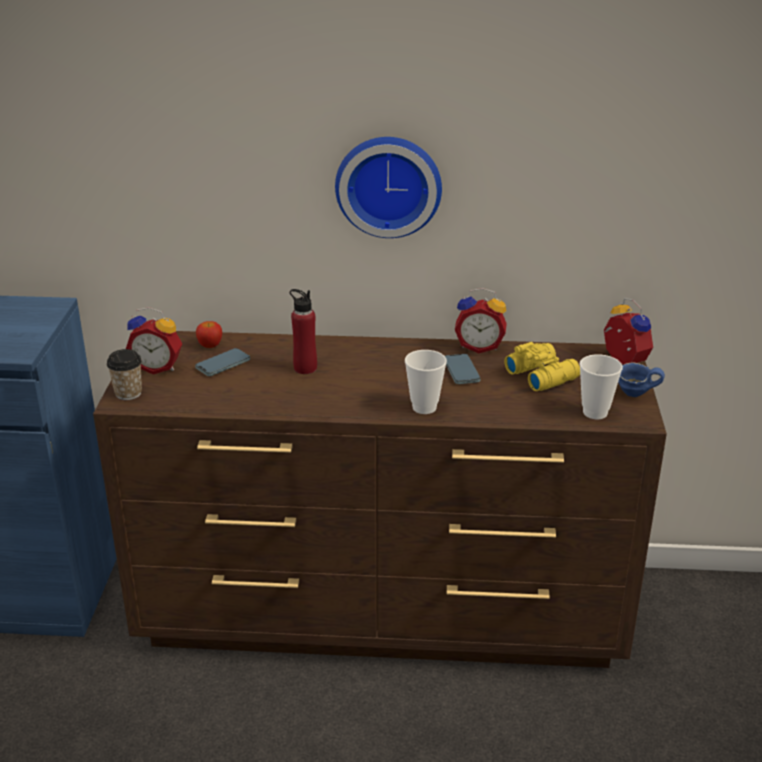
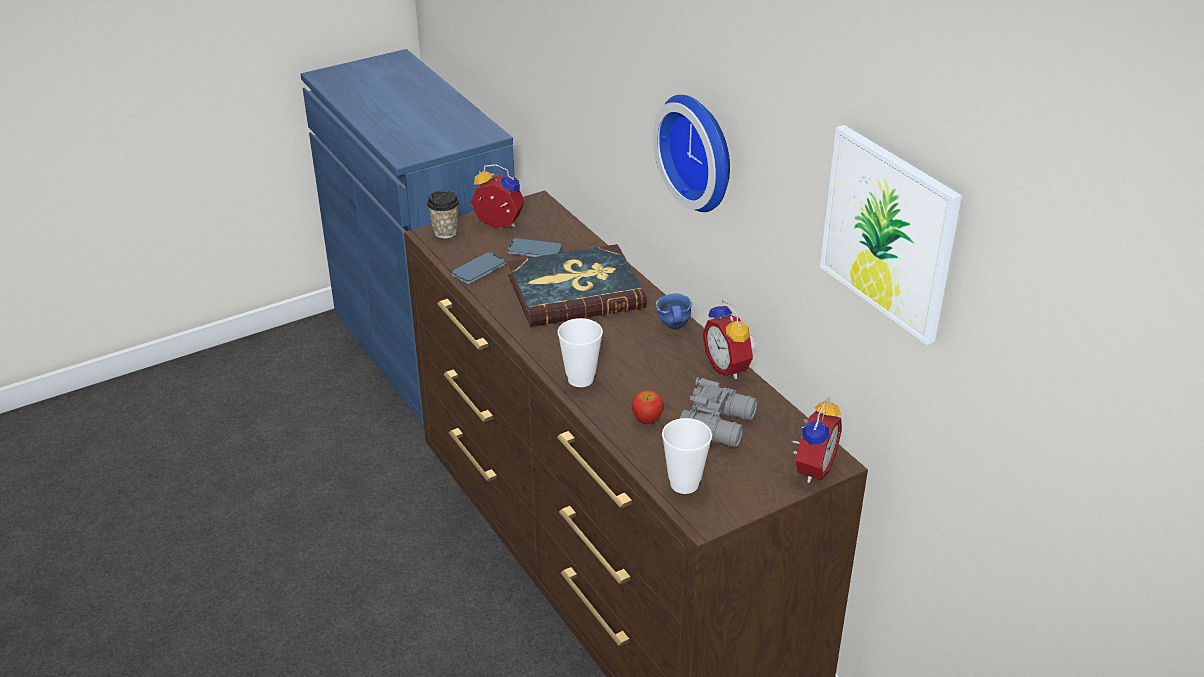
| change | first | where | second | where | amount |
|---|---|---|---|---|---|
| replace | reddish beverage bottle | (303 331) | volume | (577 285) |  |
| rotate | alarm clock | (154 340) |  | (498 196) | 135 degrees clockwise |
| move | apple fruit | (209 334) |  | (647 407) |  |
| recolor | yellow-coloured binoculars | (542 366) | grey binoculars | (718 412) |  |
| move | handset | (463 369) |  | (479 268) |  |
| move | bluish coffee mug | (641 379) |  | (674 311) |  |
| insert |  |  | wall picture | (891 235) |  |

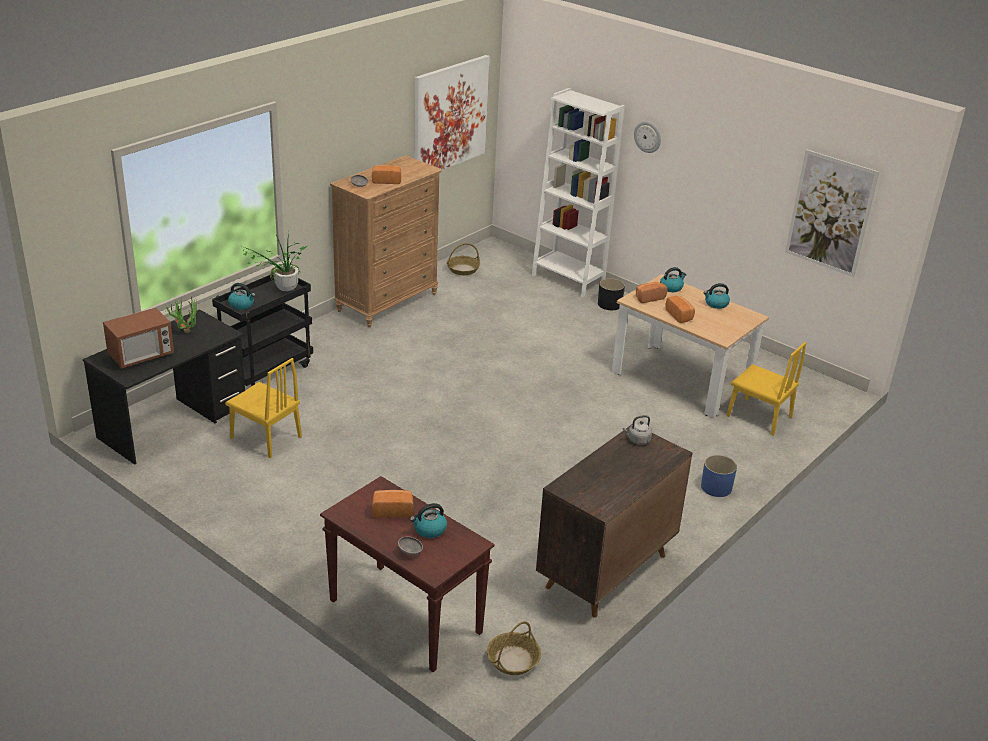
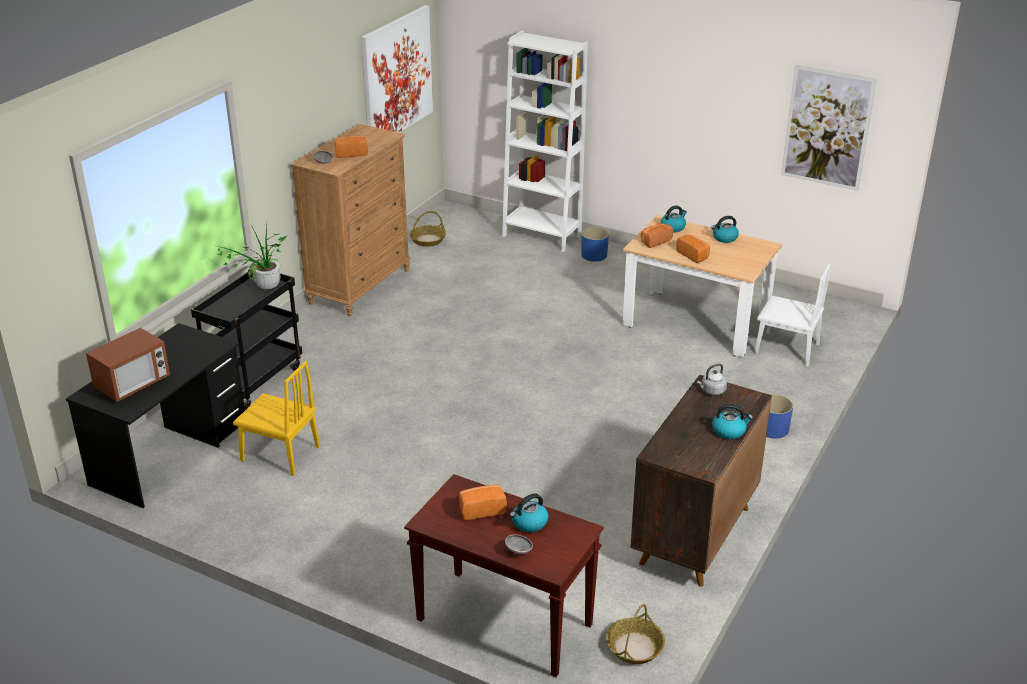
| change | first | where | second | where | amount |
|---|---|---|---|---|---|
| delete | wall clock | (647 137) |  |  |  |
| recolor | black flower pot | (611 294) | bluish flower pot | (595 244) |  |
| move | kettle | (242 296) |  | (732 421) |  |
| delete | plant in a pot | (181 315) |  |  |  |
| recolor | yellow-coloured plain chair | (766 389) | white-coloured plain chair | (792 315) |  |

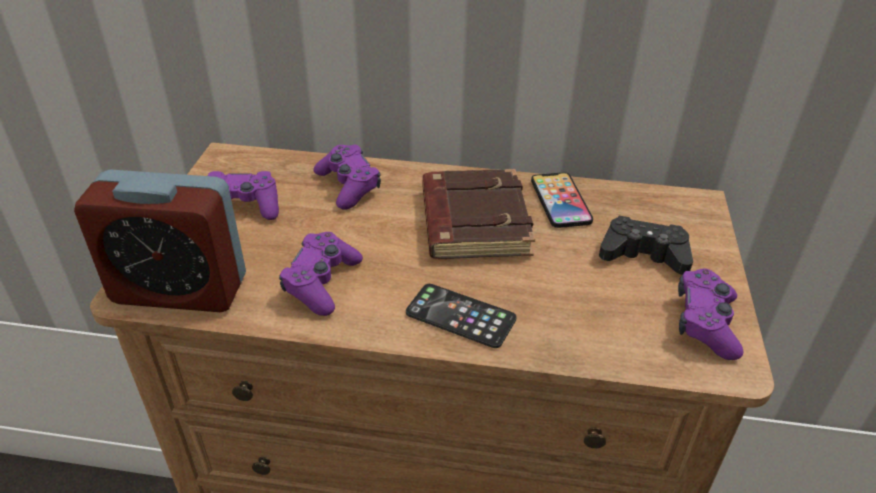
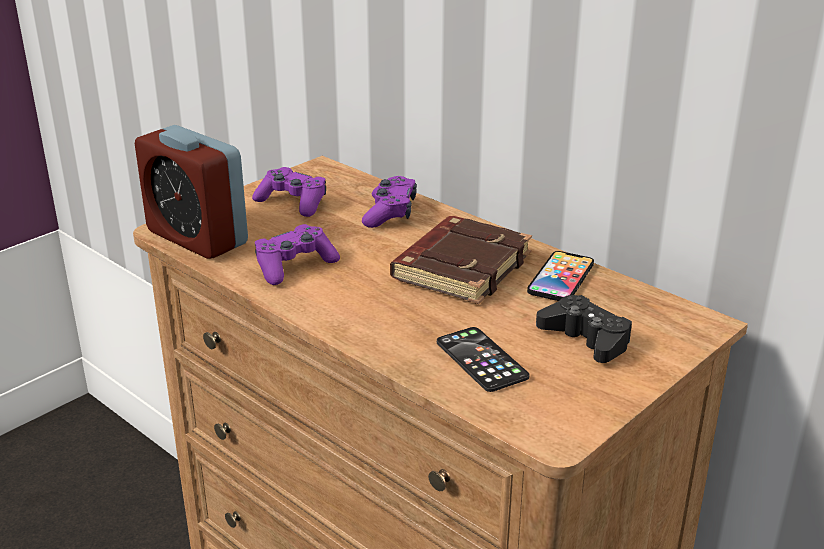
| change | first | where | second | where | amount |
|---|---|---|---|---|---|
| delete | purple joypad | (710 314) |  |  |  |
| move | handset | (461 316) |  | (483 359) |  |

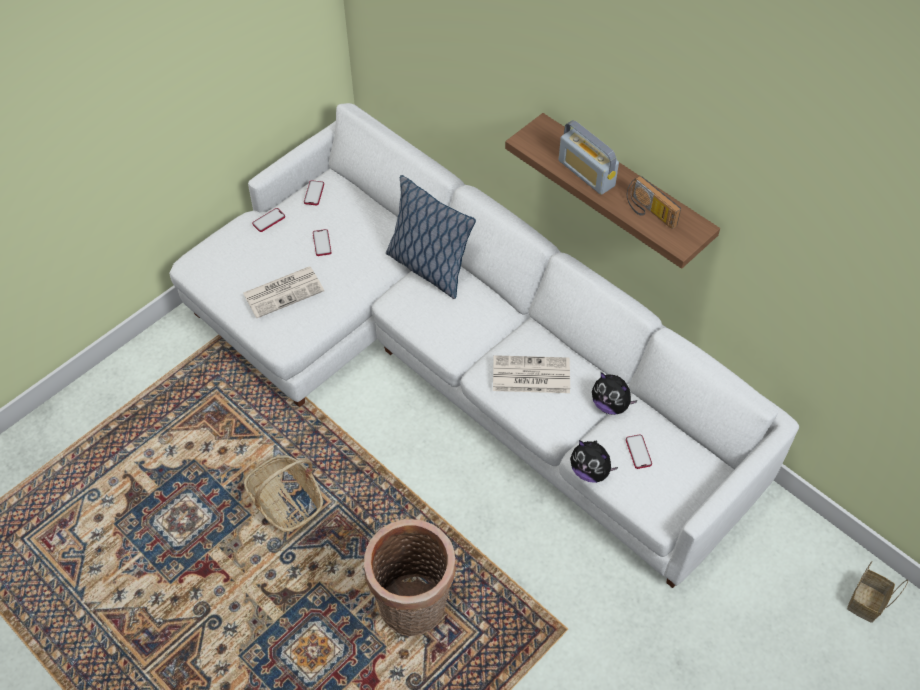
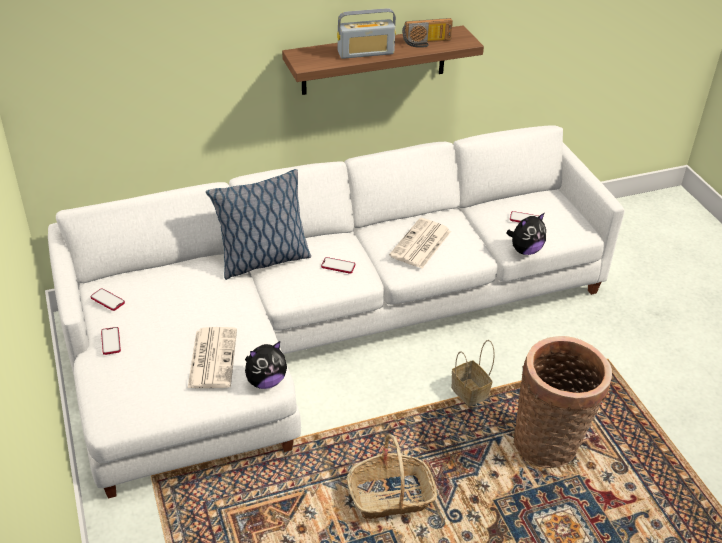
| change | first | where | second | where | amount |
|---|---|---|---|---|---|
| move | handset | (322 242) |  | (338 265) |  |
| move | soft toy | (615 393) |  | (266 365) |  |
| move | household basket | (877 592) |  | (473 373) |  |

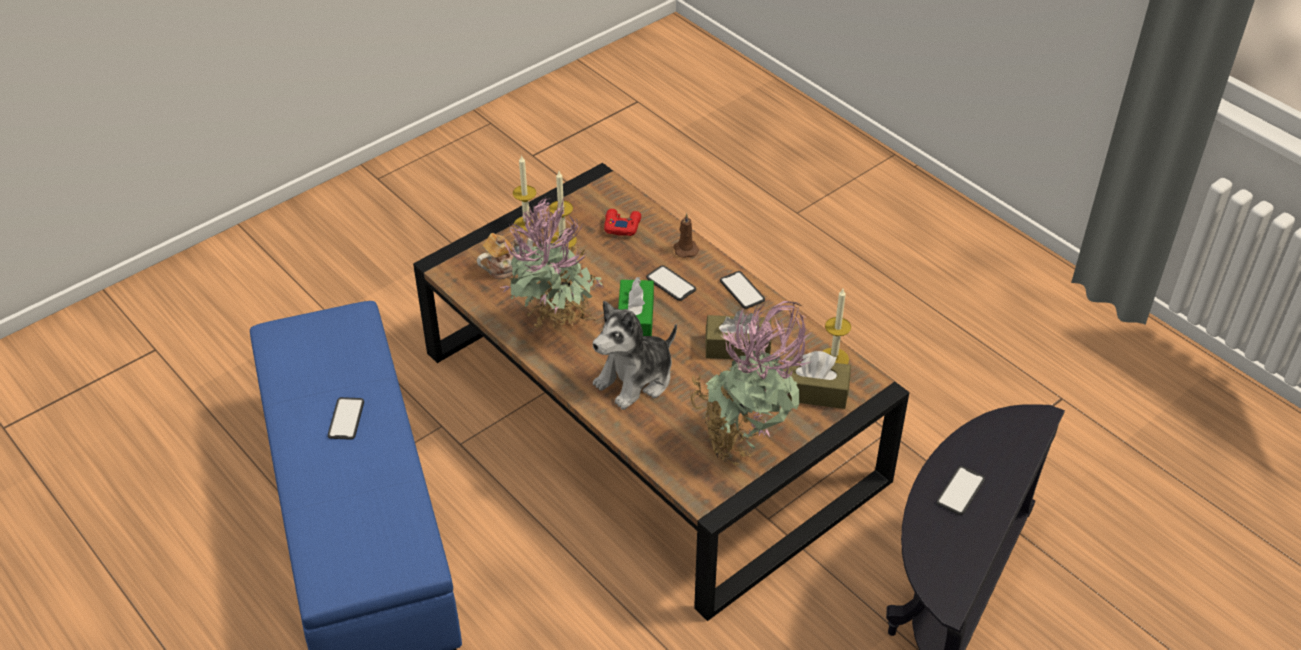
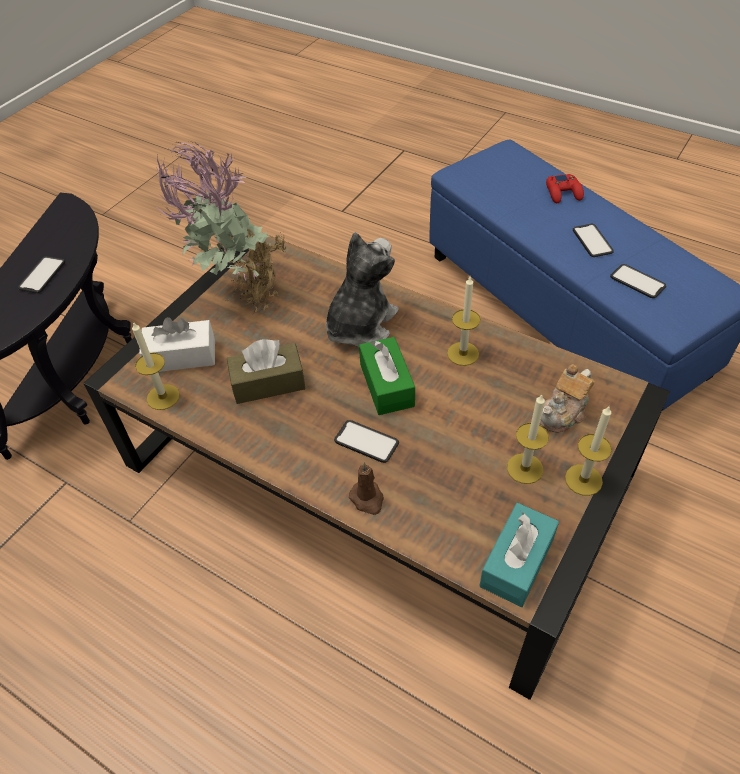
| change | first | where | second | where | amount |
|---|---|---|---|---|---|
| replace | plant in a pot | (551 266) | wax light | (464 320) |  |
| move | reddish joypad | (622 222) |  | (565 188) |  |
| move | handset | (742 290) |  | (638 281) |  |
| recolor | brownish box of tissues | (817 380) | white-coloured box of tissues | (177 344) |  |
| insert |  |  | turquoise-coloured box of tissues | (519 555) |  |

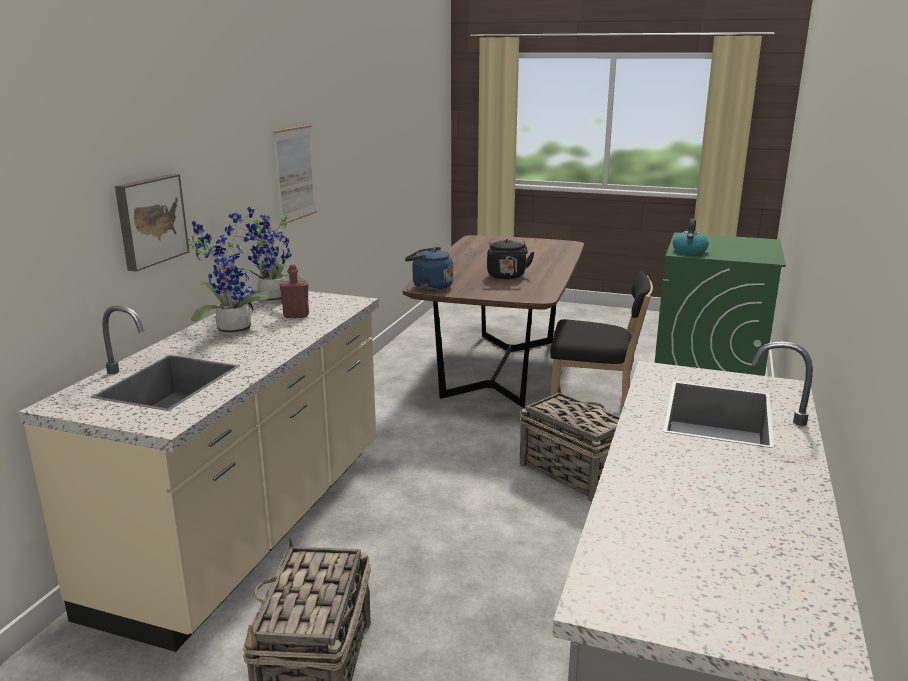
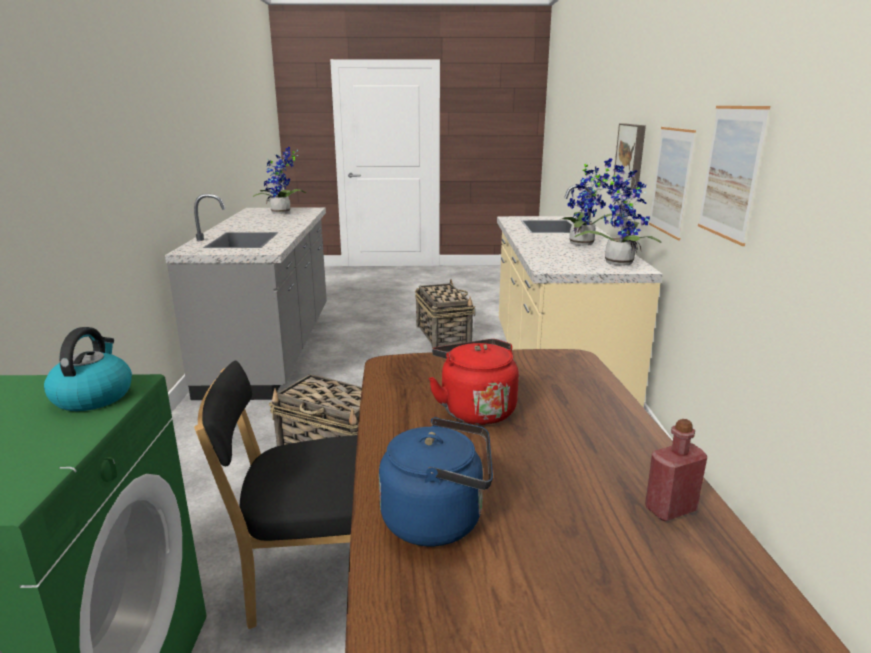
| change | first | where | second | where | amount |
|---|---|---|---|---|---|
| recolor | black kettle | (511 259) | reddish kettle | (474 382) |  |
| move | bluish kettle | (429 269) |  | (436 481) |  |
| move | reddish beverage bottle | (294 291) |  | (676 470) |  |
| insert |  |  | wall picture | (672 183) |  |
| insert |  |  | plant in a pot | (279 180) |  |

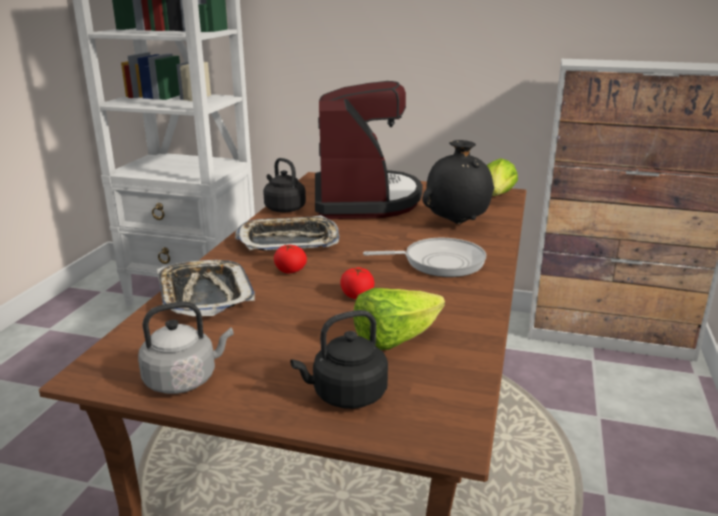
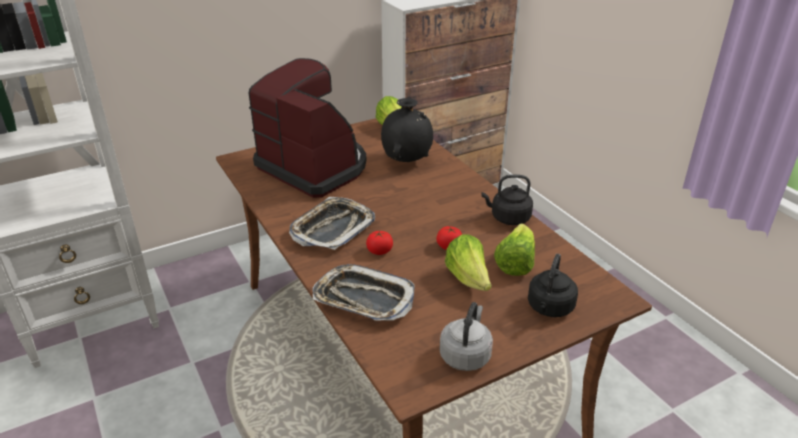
| change | first | where | second | where | amount |
|---|---|---|---|---|---|
| move | black kettle | (284 185) |  | (507 200) |  |
| delete | frying pan | (424 257) |  |  |  |
| insert |  |  | lettuce | (468 263) |  |

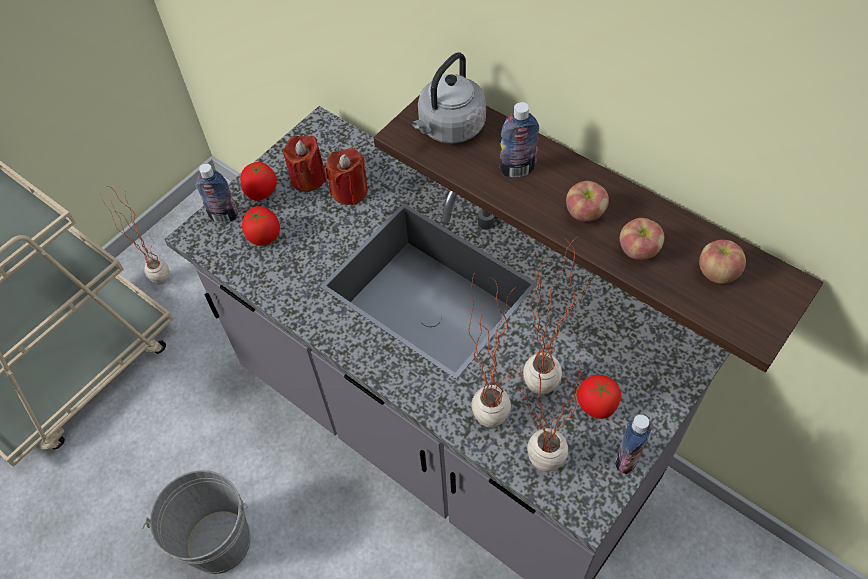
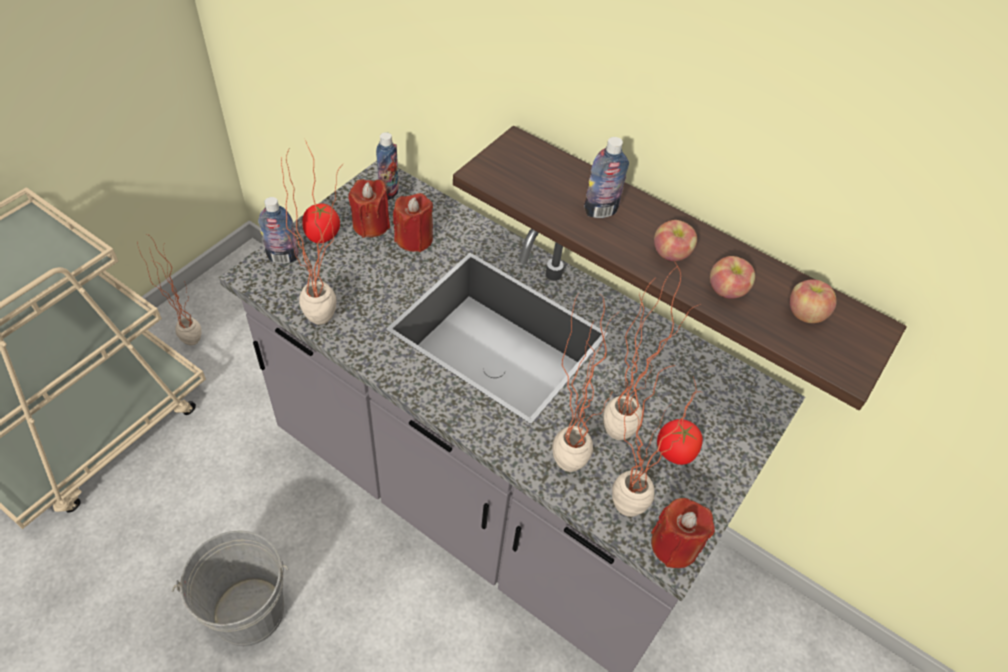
| change | first | where | second | where | amount |
|---|---|---|---|---|---|
| delete | grey kettle | (449 98) |  |  |  |
| delete | tomato | (261 225) |  |  |  |
| move | beverage bottle | (633 444) |  | (387 166) |  |
| insert |  |  | plant in a pot | (312 232) |  |
| insert |  |  | reddish wax light | (683 533) |  |

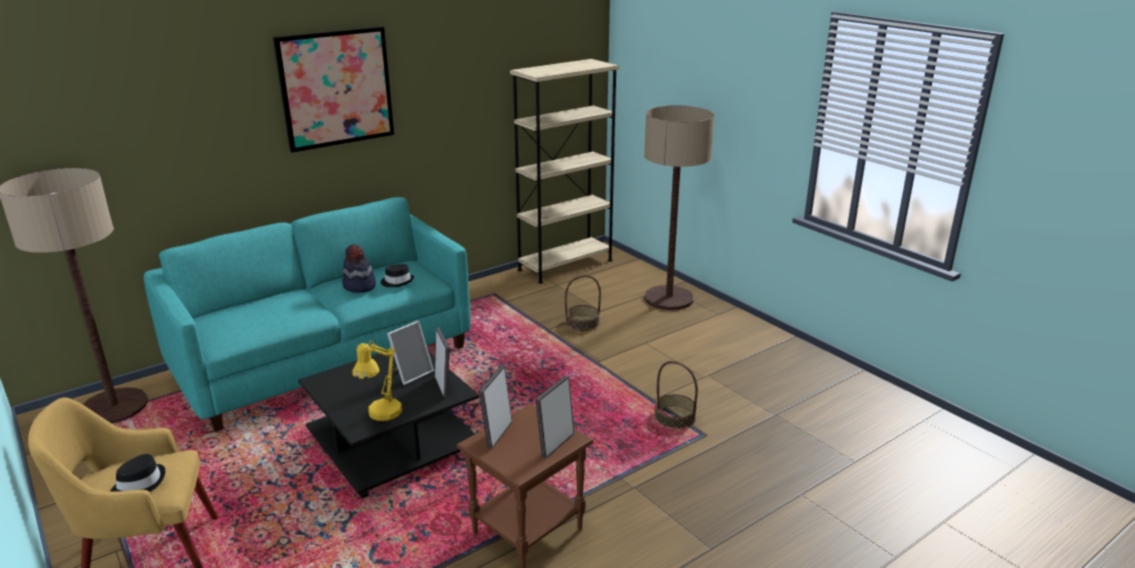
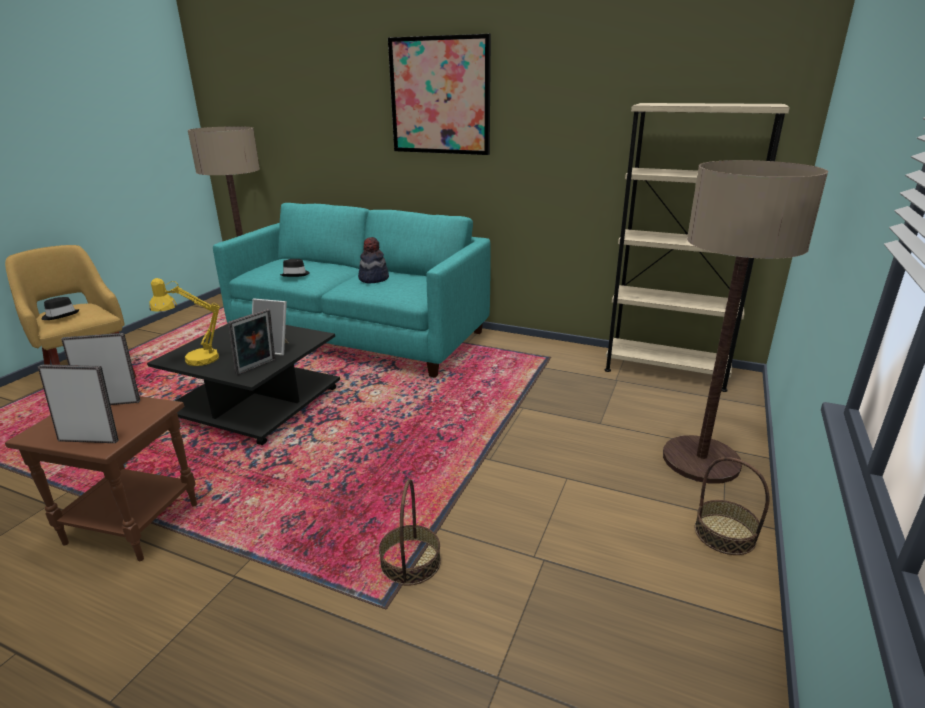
| change | first | where | second | where | amount |
|---|---|---|---|---|---|
| move | black clothing hat | (397 275) |  | (295 268) |  |
| move | household basket | (583 303) |  | (732 506) |  |

